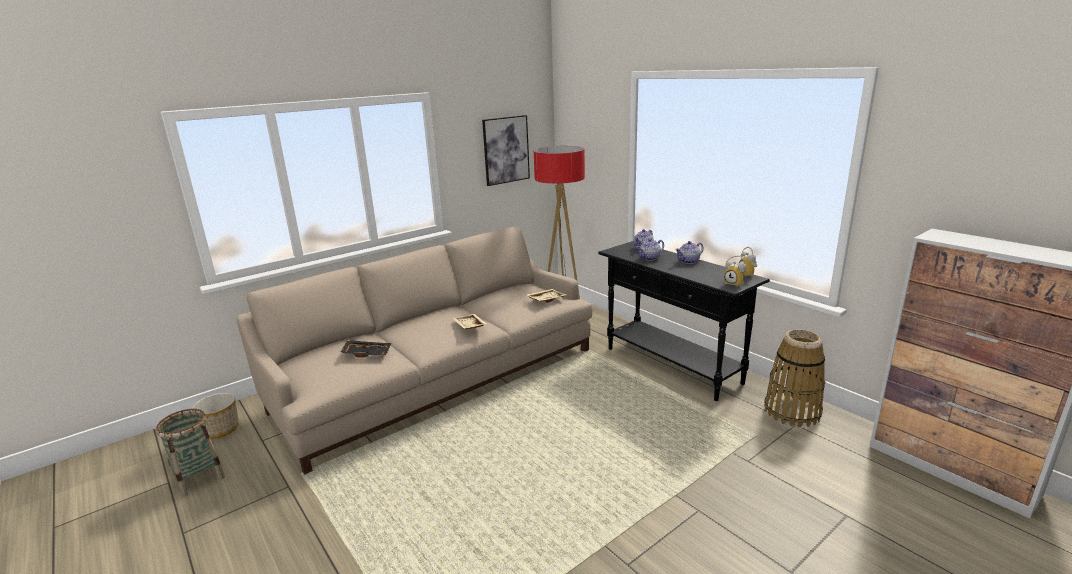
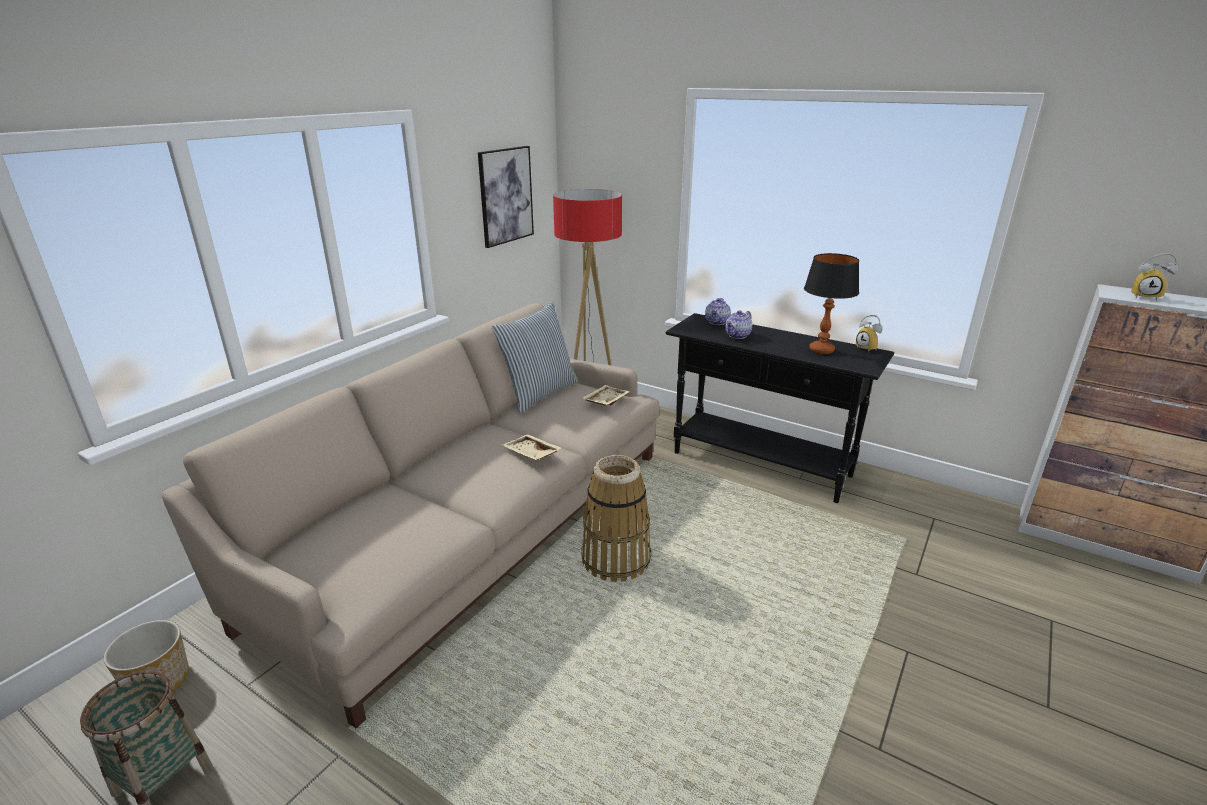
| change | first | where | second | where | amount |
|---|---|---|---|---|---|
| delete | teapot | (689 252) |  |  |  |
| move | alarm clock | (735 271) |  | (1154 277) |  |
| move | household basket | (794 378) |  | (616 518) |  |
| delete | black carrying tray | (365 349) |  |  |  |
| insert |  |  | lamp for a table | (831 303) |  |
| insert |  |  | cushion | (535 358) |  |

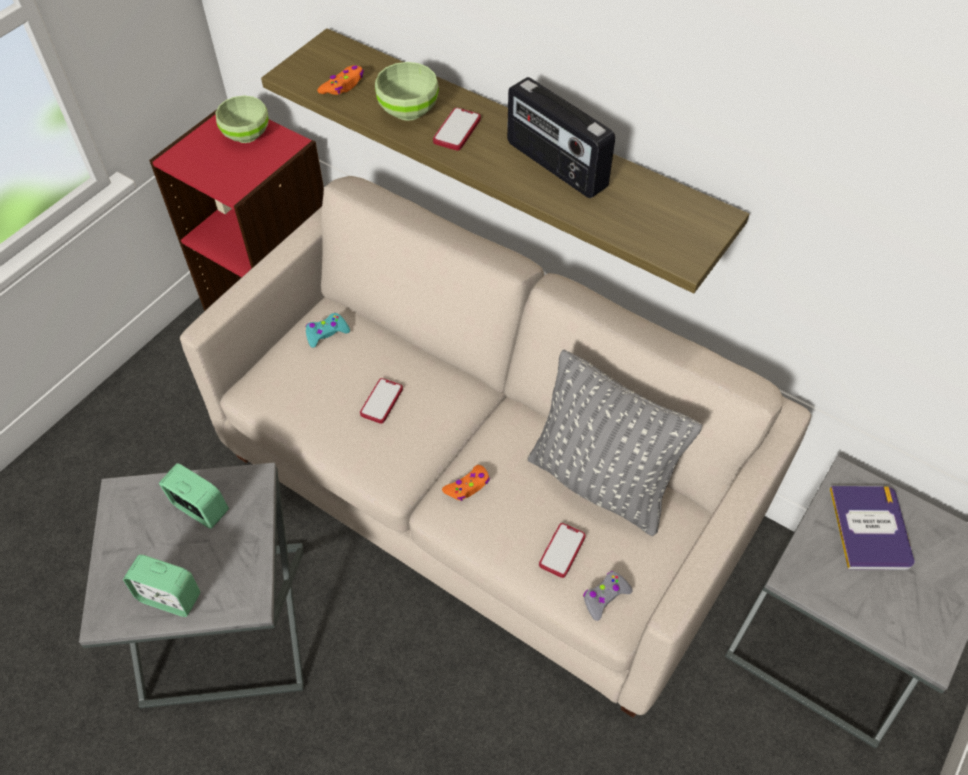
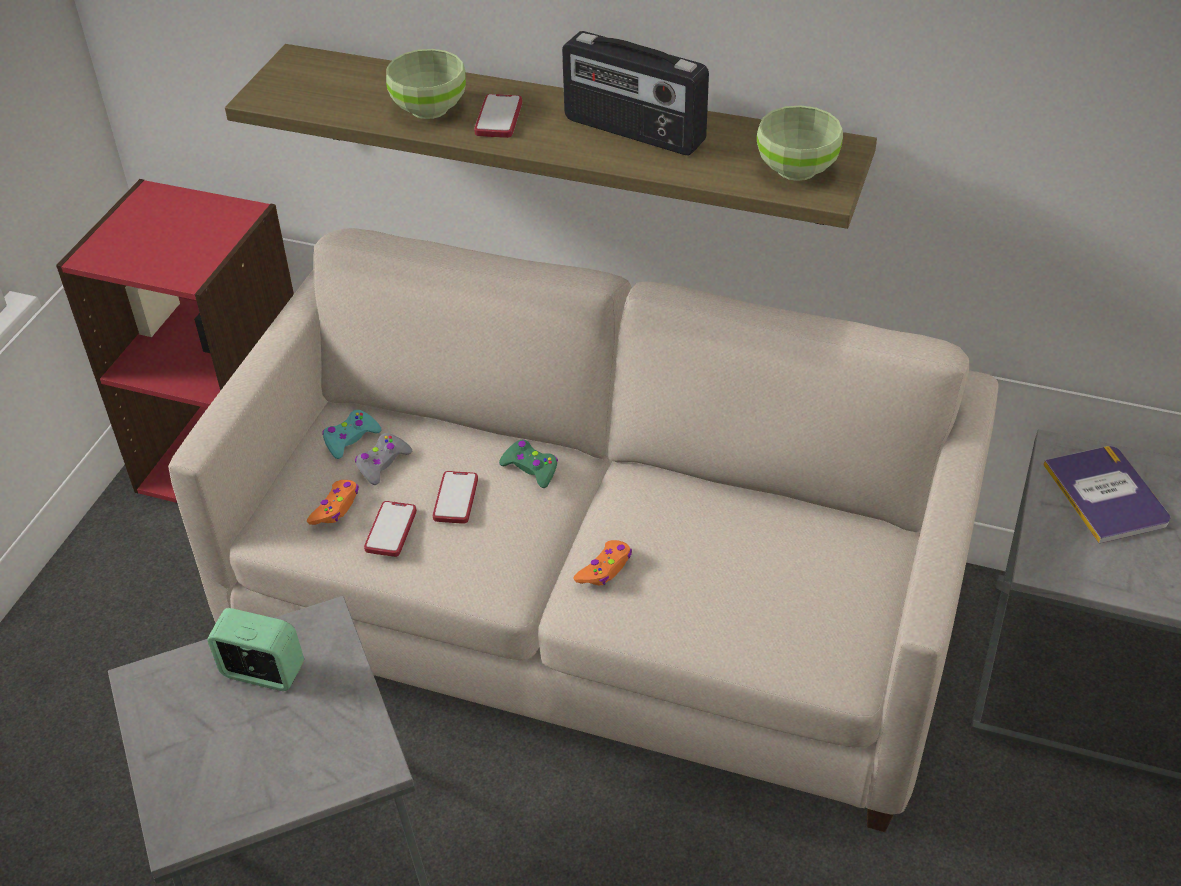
| change | first | where | second | where | amount |
|---|---|---|---|---|---|
| move | orange-coloured joypad | (340 80) |  | (333 502) |  |
| move | green bowl | (242 119) |  | (800 143) |  |
| delete | grey cushion | (615 443) |  |  |  |
| move | handset | (562 550) |  | (390 529) |  |
| delete | alarm clock | (161 586) |  |  |  |
| move | grey joypad | (608 596) |  | (383 459) |  |
| insert |  |  | green joypad | (528 463) |  |

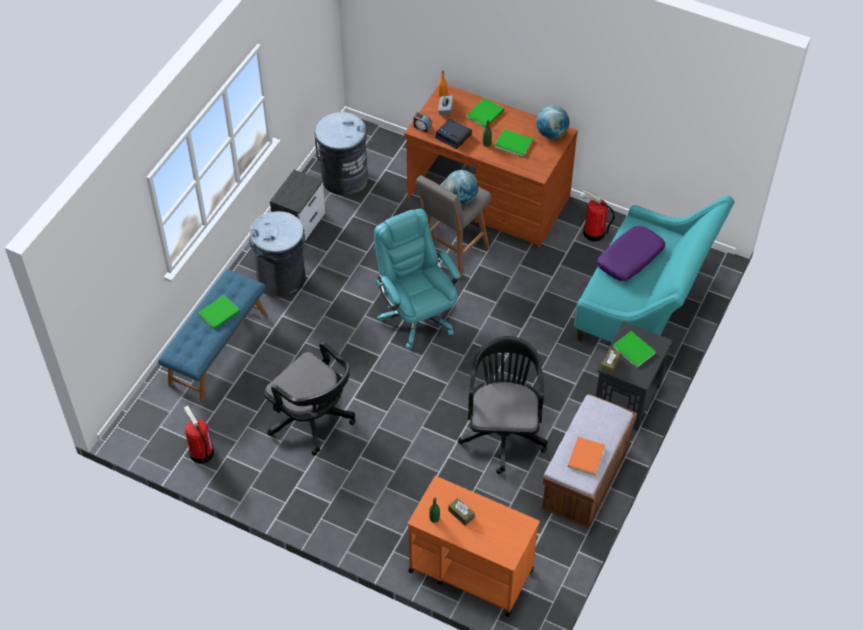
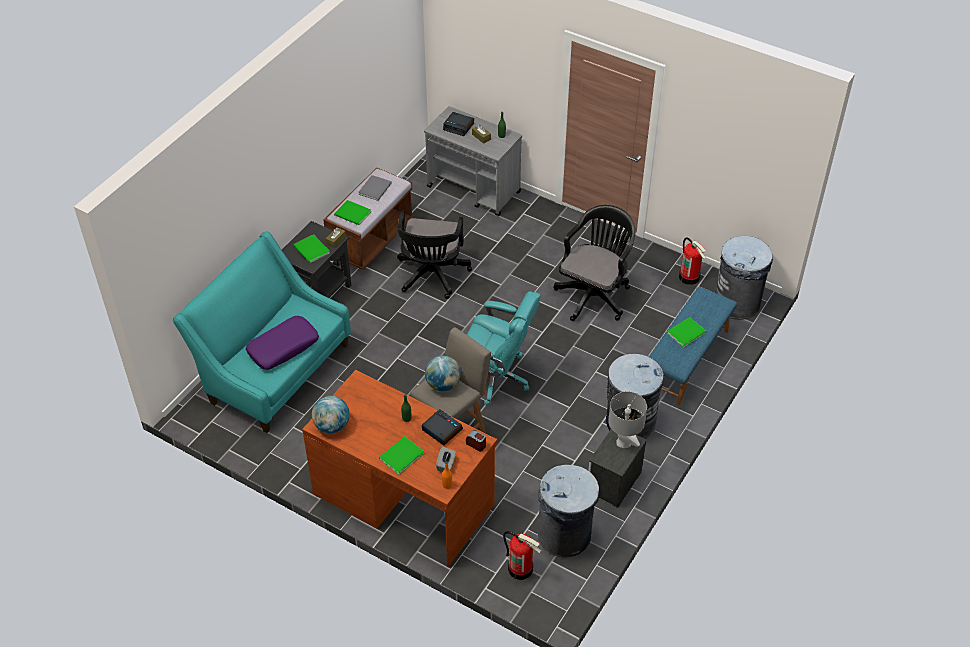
| change | first | where | second | where | amount |
|---|---|---|---|---|---|
| move | green volume | (513 143) |  | (352 212) |  |
| move | fire-fighting cylinder | (597 215) |  | (522 555) |  |
| rotate | turquoise-coloured desk chair | (417 278) |  | (503 348) | 45 degrees counterclockwise |
| rotate | black desk chair | (309 398) |  | (594 263) | 75 degrees clockwise |
| recolor | orange-coloured volume | (586 456) | grey volume | (375 188) |  |
| recolor | orange-coloured trolley | (474 546) | grey trolley | (473 161) |  |
| insert |  |  | alarm clock | (458 124) |  |
| insert |  |  | grey rubbish bin | (744 278) |  |
| insert |  |  | grey lamp for a table | (627 419) |  |

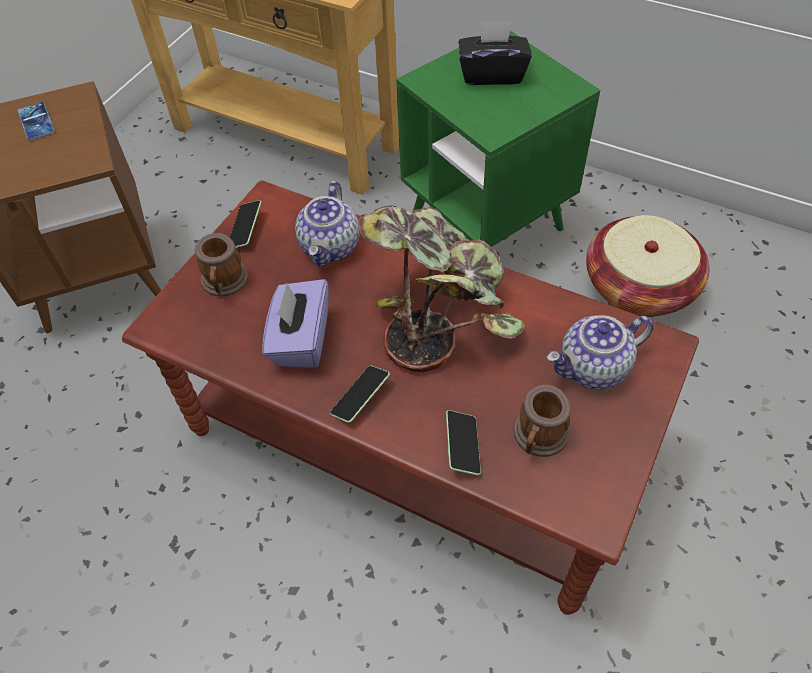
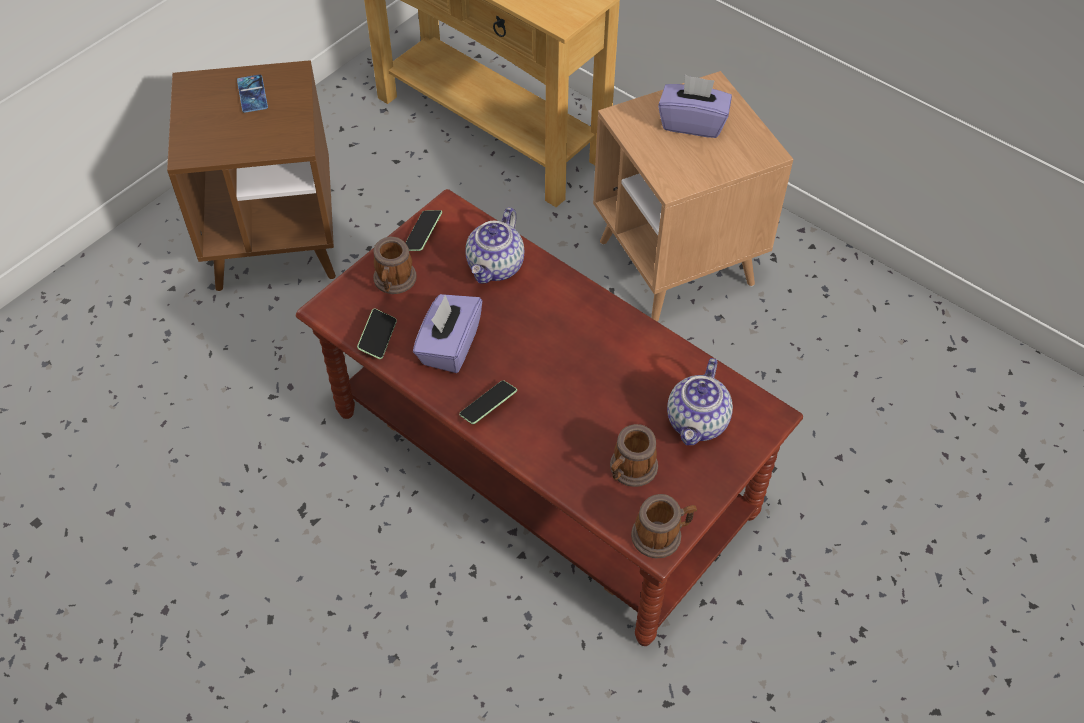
| change | first | where | second | where | amount |
|---|---|---|---|---|---|
| recolor | black box of tissues | (495 53) | purple box of tissues | (695 106) |  |
| recolor | green side table | (498 139) | brownish side table | (693 196) |  |
| delete | plant in a pot | (442 288) |  |  |  |
| delete | household basket | (647 266) |  |  |  |
| rotate | teapot | (600 352) |  | (700 401) | 60 degrees counterclockwise |
| move | handset | (463 442) |  | (377 334) |  |
| insert |  |  | coffee mug | (664 526) |  |

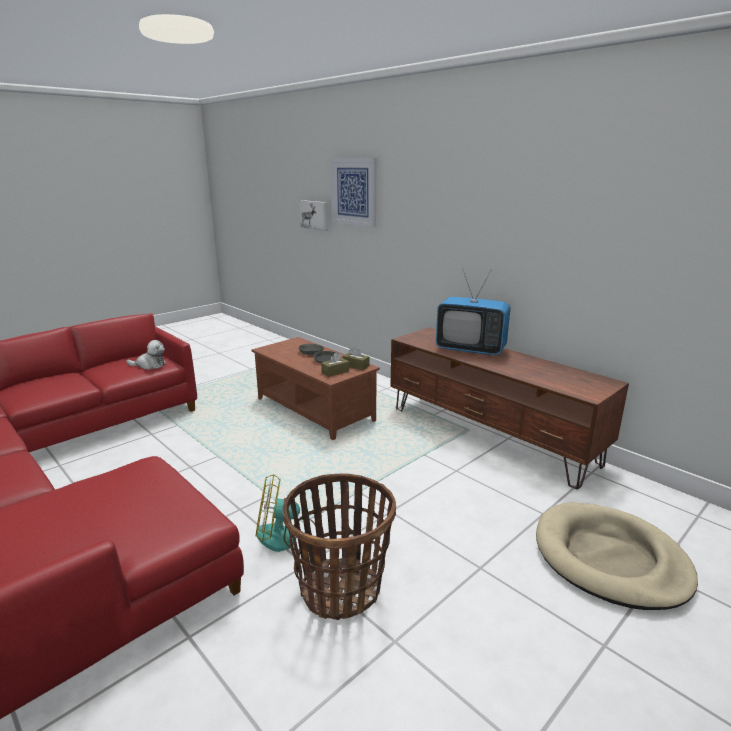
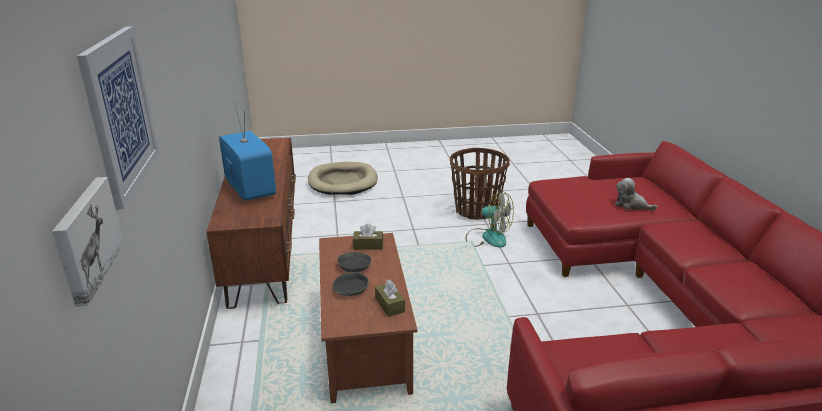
| change | first | where | second | where | amount |
|---|---|---|---|---|---|
| move | soft toy | (146 355) |  | (636 194) |  |
| move | brownish box of tissues | (356 358) |  | (390 298) |  |

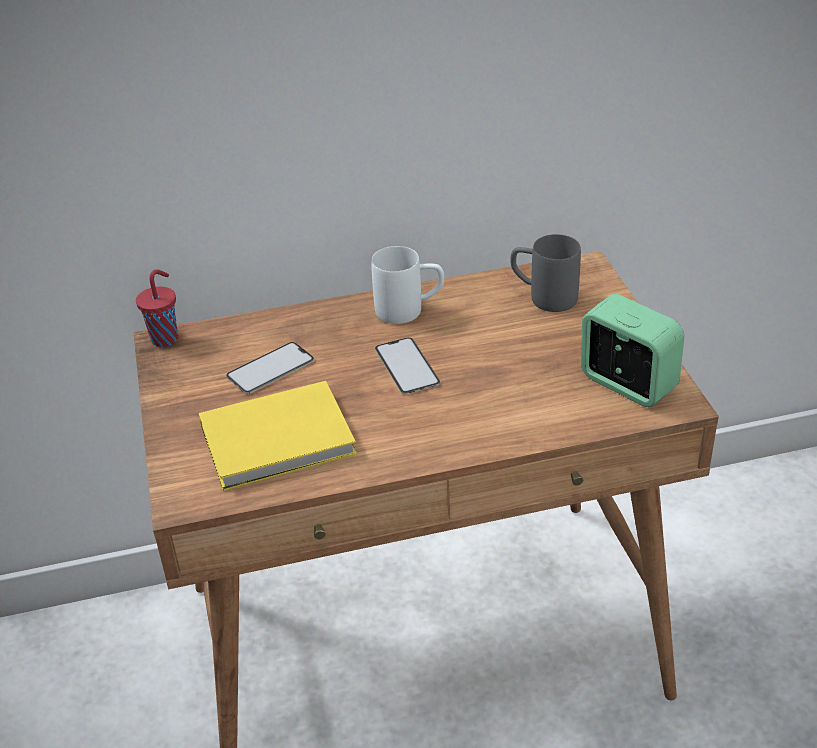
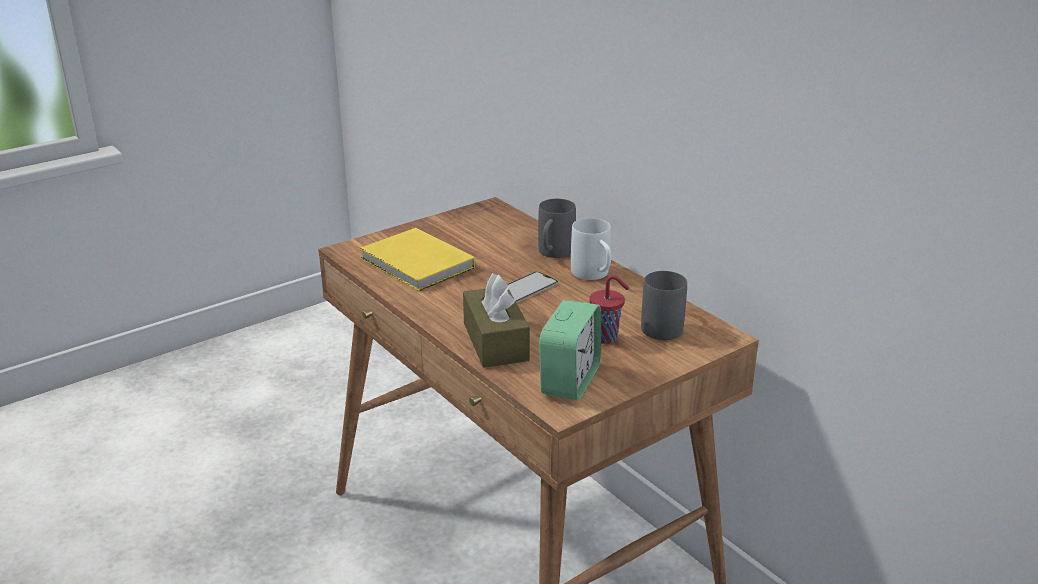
| change | first | where | second | where | amount |
|---|---|---|---|---|---|
| move | reddish drinking cup | (157 308) |  | (609 309) |  |
| delete | handset | (270 368) |  |  |  |
| insert |  |  | grey coffee mug | (557 228) |  |
| insert |  |  | brownish box of tissues | (496 320) |  |

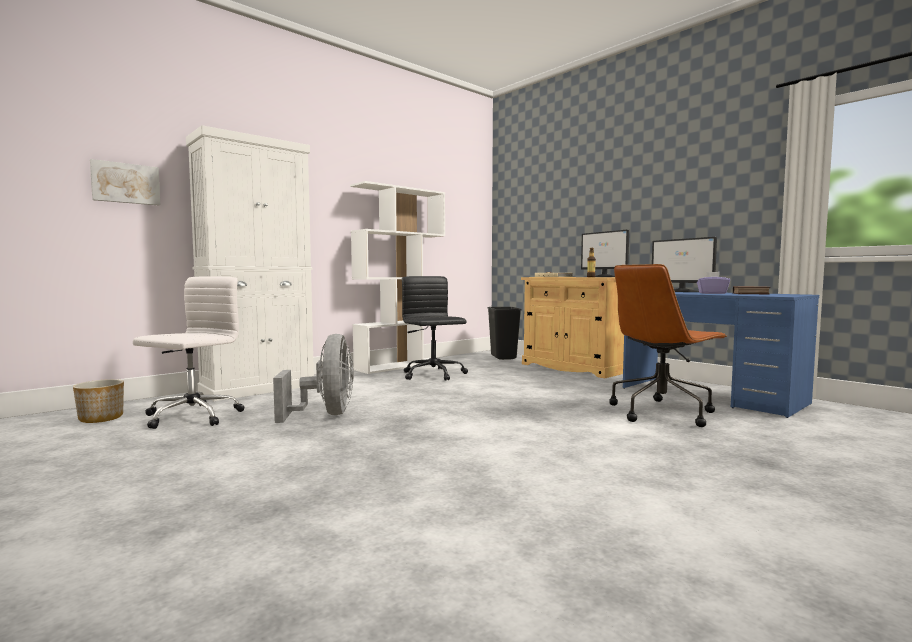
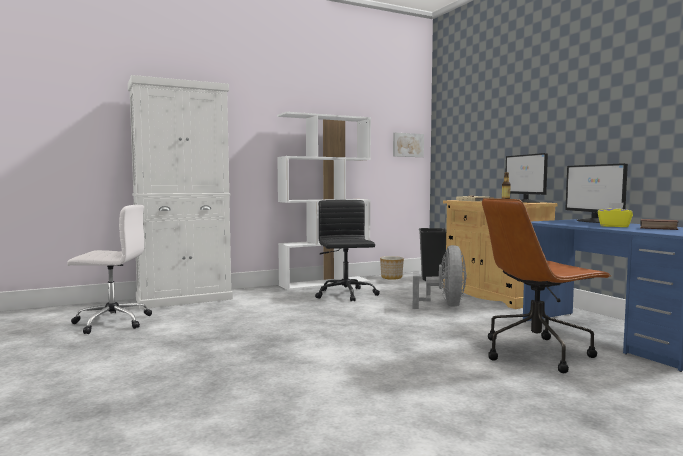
| change | first | where | second | where | amount |
|---|---|---|---|---|---|
| move | wall picture | (125 182) |  | (408 145) |  |
| recolor | purple box of tissues | (713 283) | yellow-coloured box of tissues | (615 215) |  |
| rotate | white-coloured desk chair | (188 353) |  | (109 269) | 45 degrees clockwise |
| move | grey fan | (313 378) |  | (440 277) |  |
| move | flower pot | (98 401) |  | (392 268) |  |

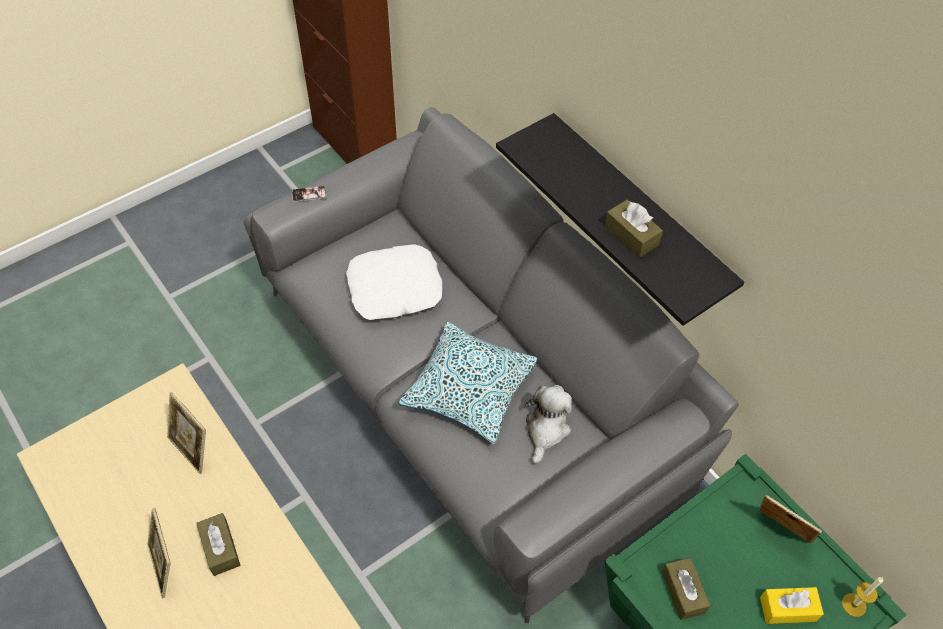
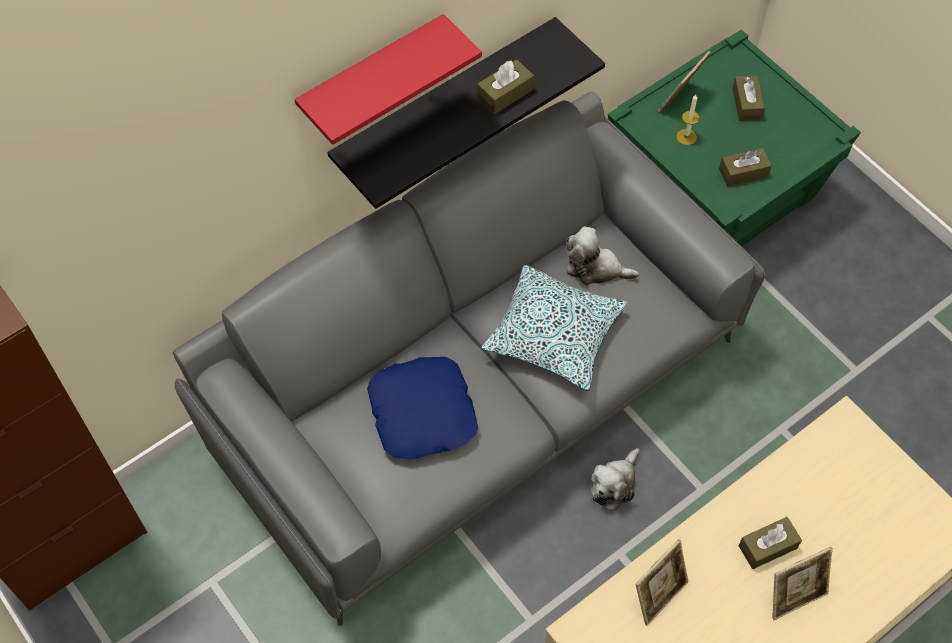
| change | first | where | second | where | amount |
|---|---|---|---|---|---|
| delete | handset | (309 194) |  |  |  |
| recolor | white-coloured cushion | (394 282) | bluish cushion | (422 408) |  |
| move | wax light | (862 597) |  | (688 120) |  |
| recolor | yellow-coloured box of tissues | (792 605) | brownish box of tissues | (748 98) |  |
| insert |  |  | reddish bracket shelf | (388 79) |  |
| insert |  |  | soft toy | (615 479) |  |

